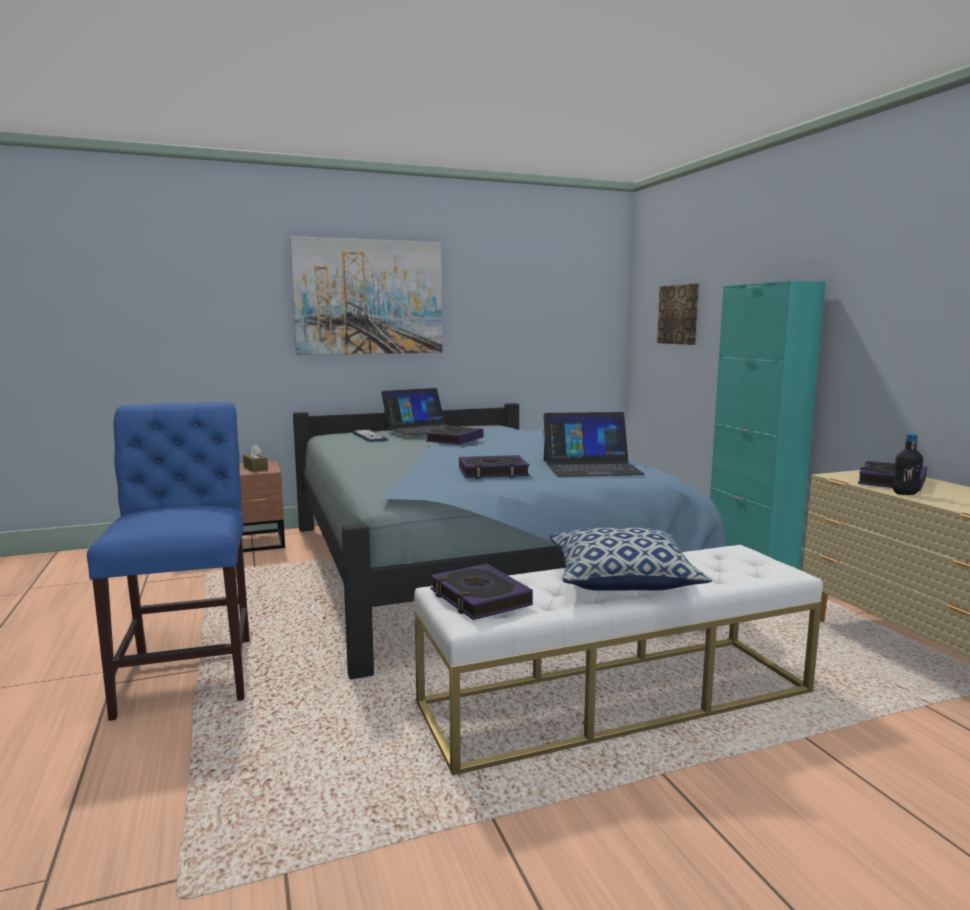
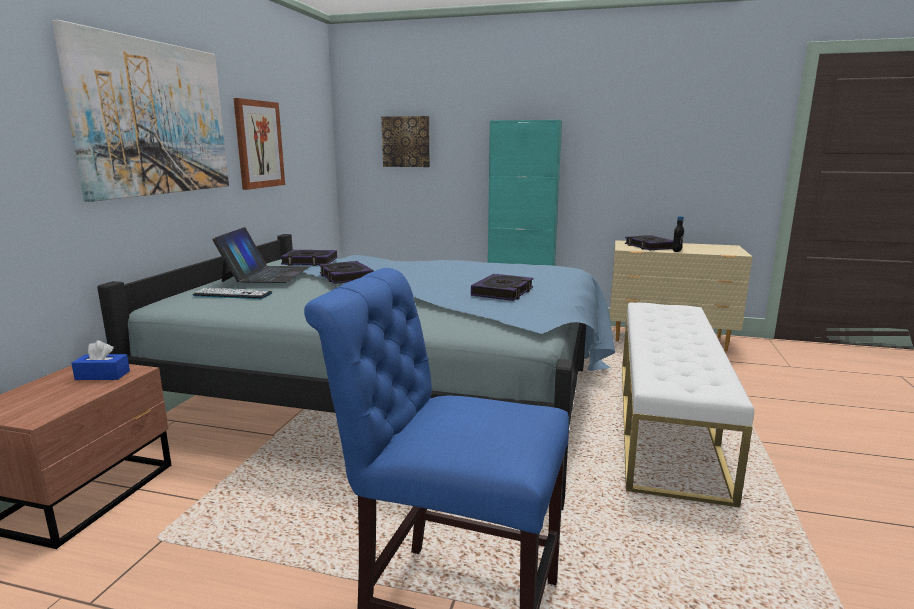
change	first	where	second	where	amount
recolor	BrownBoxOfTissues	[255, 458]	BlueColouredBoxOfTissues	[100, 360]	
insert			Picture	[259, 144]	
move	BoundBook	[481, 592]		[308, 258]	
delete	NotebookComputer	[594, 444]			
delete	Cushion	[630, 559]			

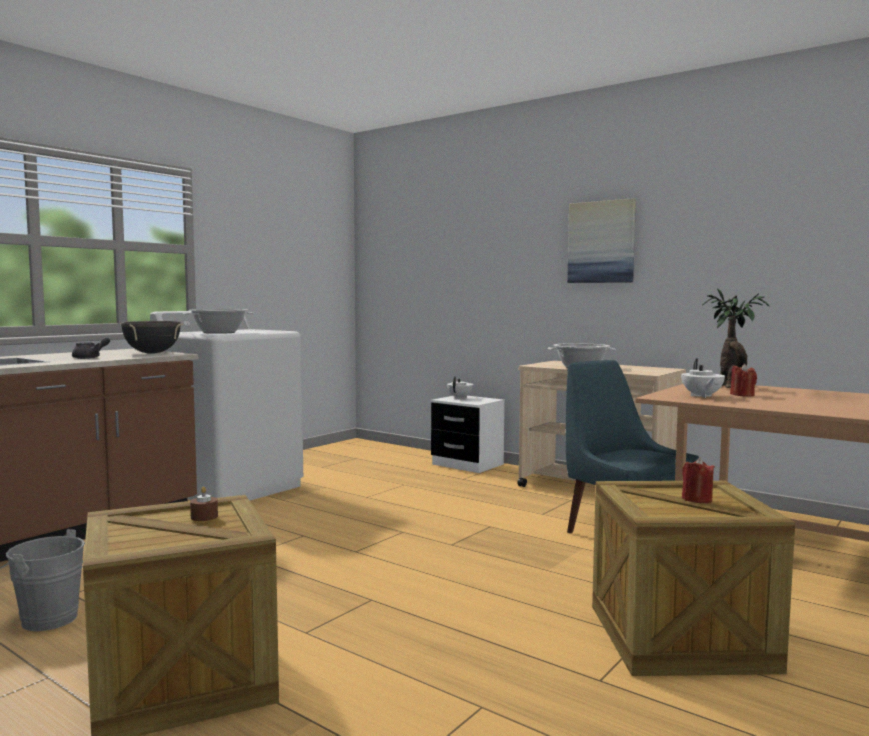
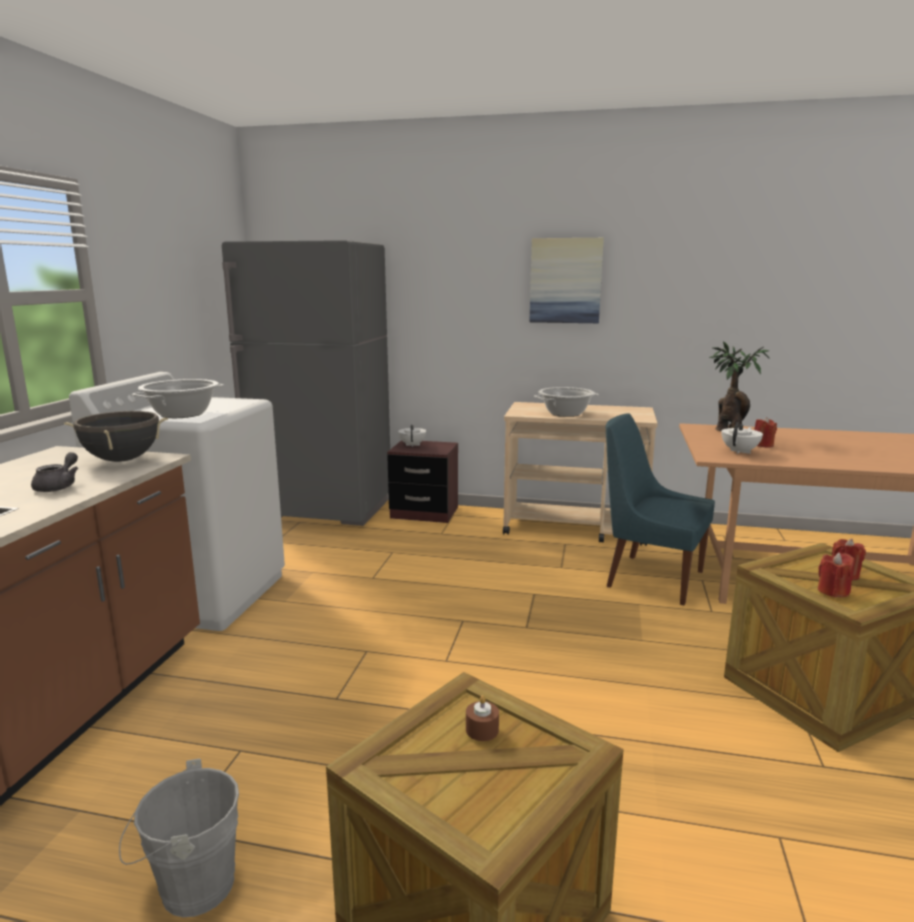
change	first	where	second	where	amount
insert			GrayFridge	[306, 383]	
recolor	WhiteColouredNightTable	[468, 434]	BrownNightTable	[422, 481]	
rotate	WhiteColouredTeaPot	[703, 378]		[742, 438]	120 degrees counterclockwise
insert			ReddishCandle	[836, 575]	

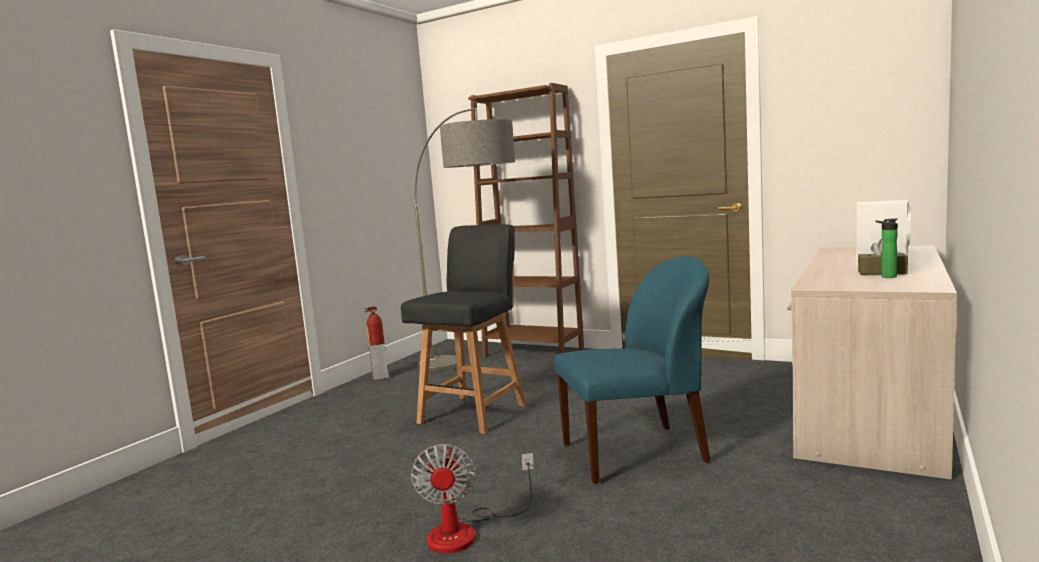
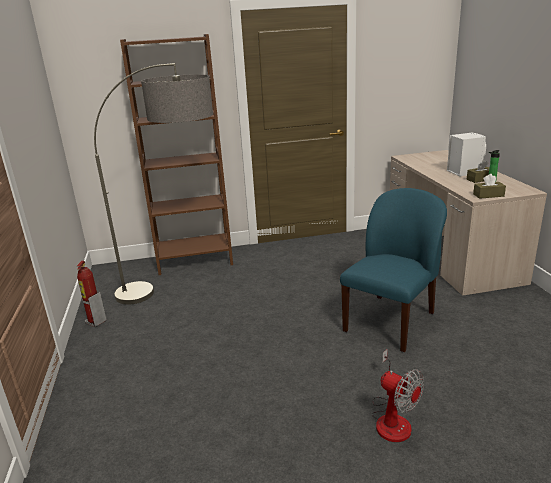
change	first	where	second	where	amount
insert			BrownBoxOfTissues	[489, 186]	
delete	BlackPlainChair	[463, 329]			

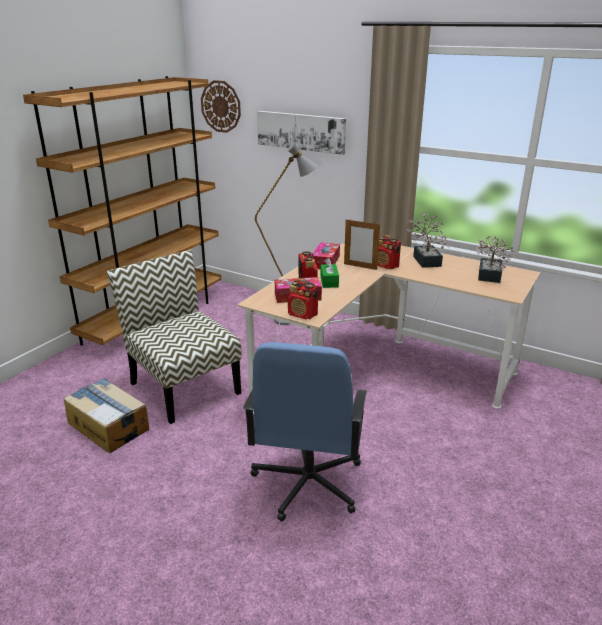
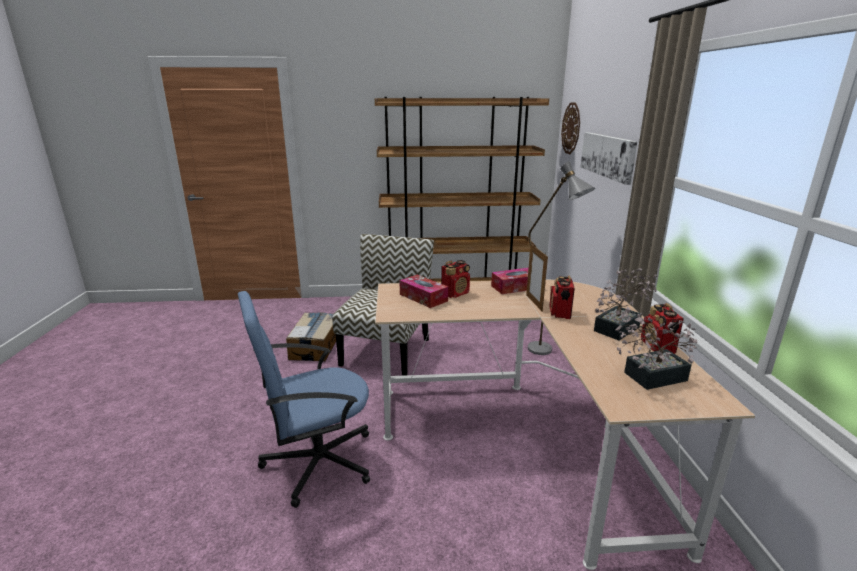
change	first	where	second	where	amount
move	RadioSet	[303, 299]		[662, 328]	
delete	GreenColouredBoxOfTissues	[329, 273]			

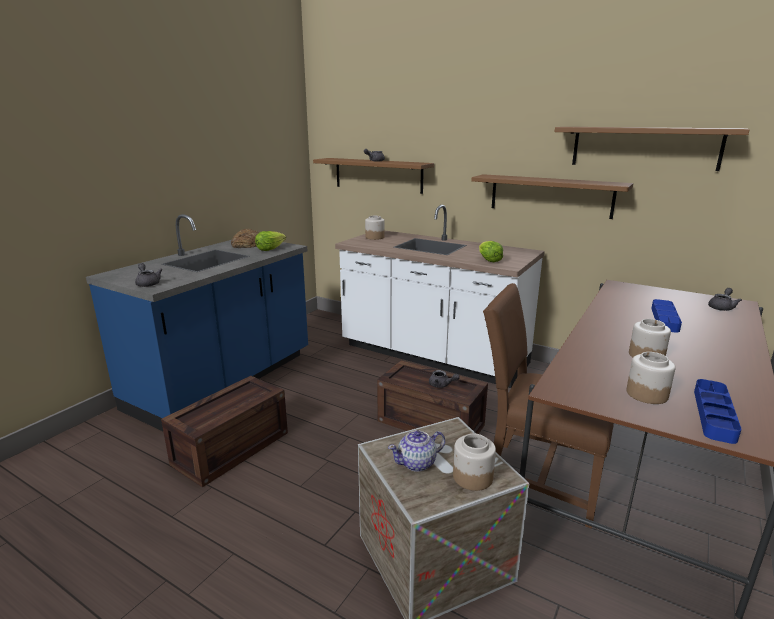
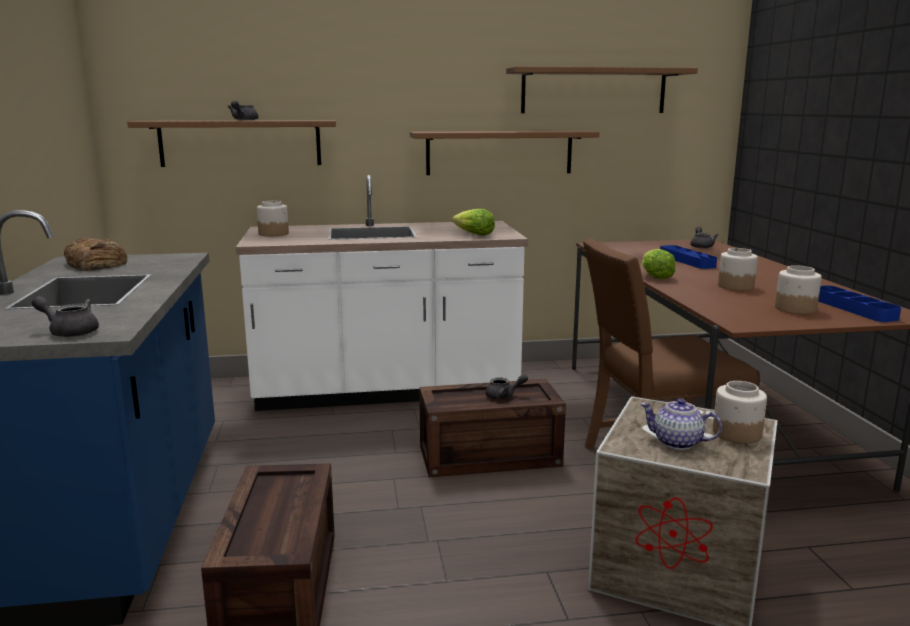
change	first	where	second	where	amount
rotate	TeaPot	[416, 451]		[681, 424]	90 degrees clockwise
move	Lettuce	[270, 241]		[658, 264]	

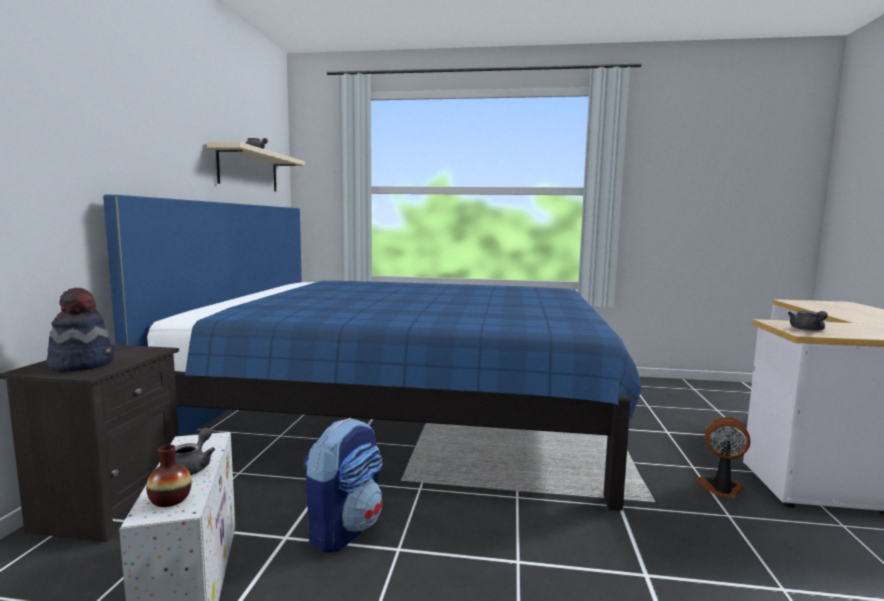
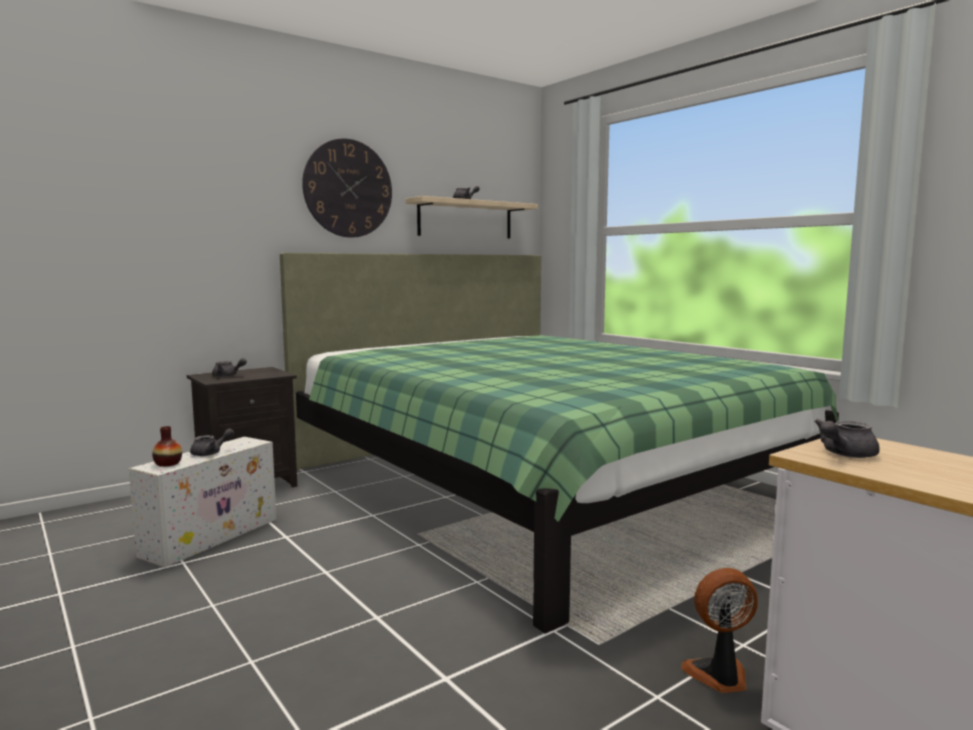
change	first	where	second	where	amount
replace	Hat	[80, 330]	GrayTeaPot	[229, 367]	
recolor	BlueColouredBed	[372, 353]	GreenColouredBed	[559, 443]	
insert			ClockOnTheWall	[347, 188]	
rotate	Fan	[724, 457]		[719, 630]	75 degrees counterclockwise
delete	Rucksack	[343, 485]			

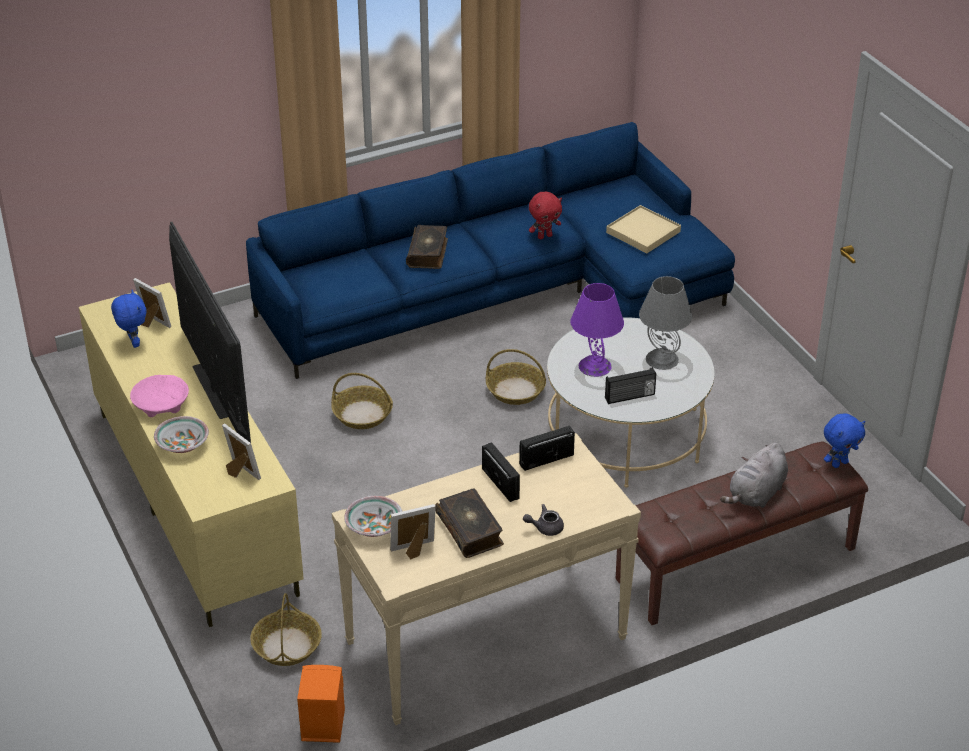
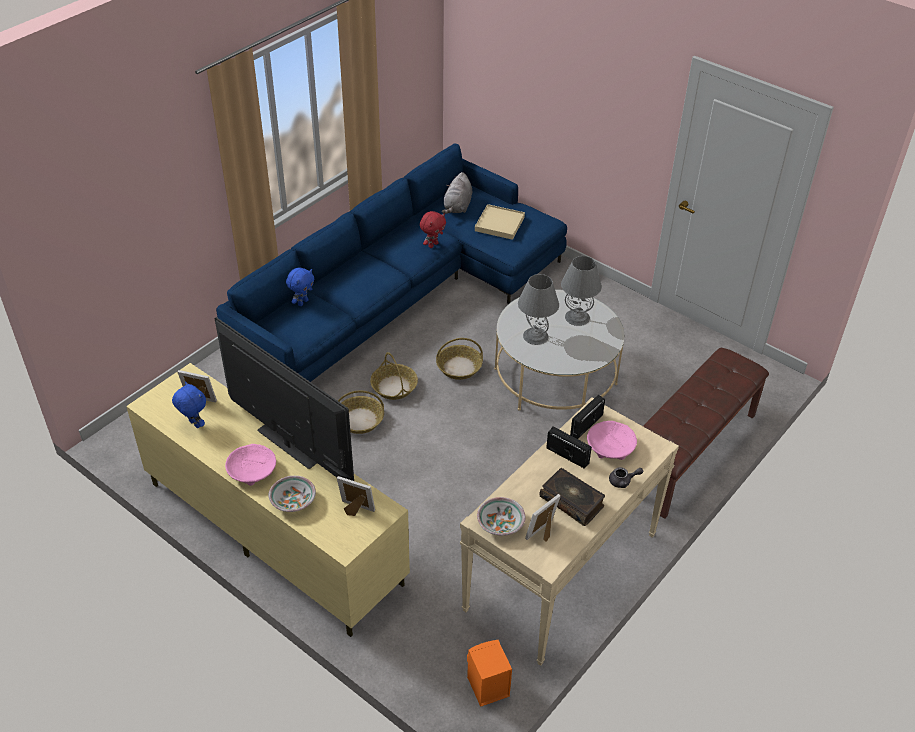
change	first	where	second	where	amount
move	BlueColouredSoftToy	[844, 440]		[300, 287]	
move	HouseholdBasket	[286, 629]		[394, 376]	
move	GraySoftToy	[754, 475]		[457, 193]	
recolor	PurplishTableLamp	[597, 330]	GrayTableLamp	[538, 309]	
insert			PinkDeepDish	[612, 440]	
rotate	GrayTeaPot	[543, 520]		[626, 477]	150 degrees counterclockwise
delete	BoundBook	[427, 247]			
delete	RadioSet	[630, 385]			

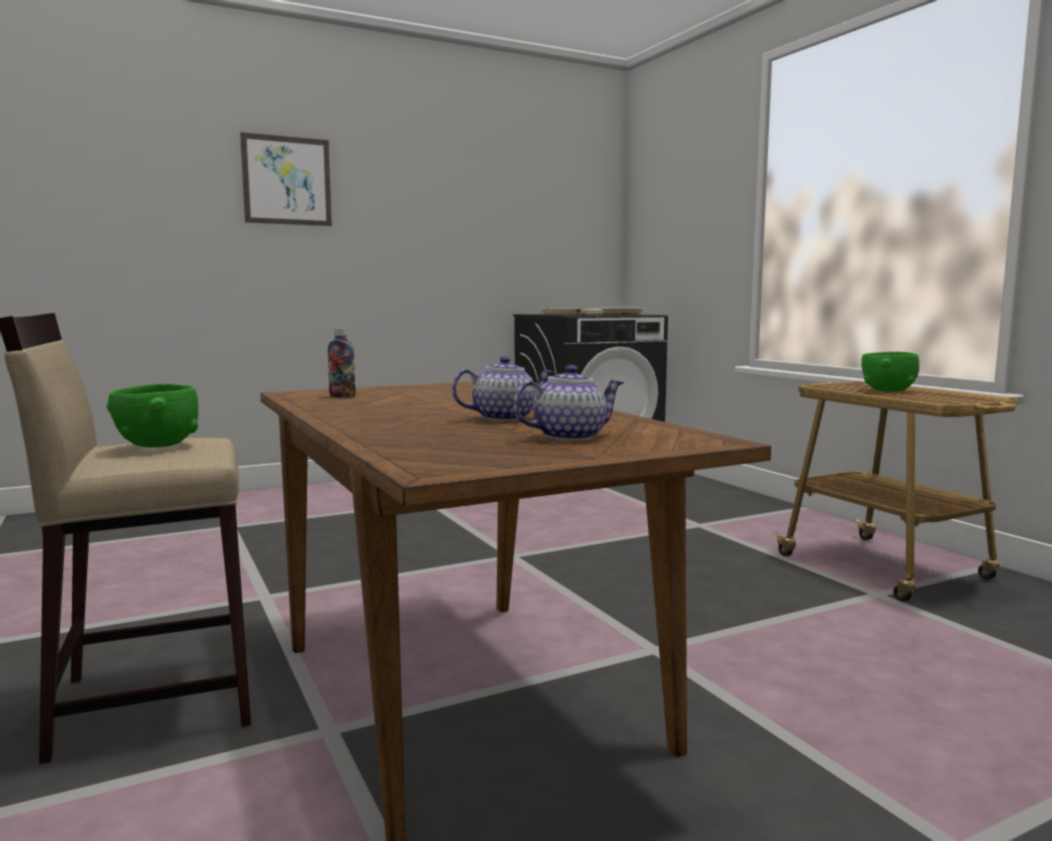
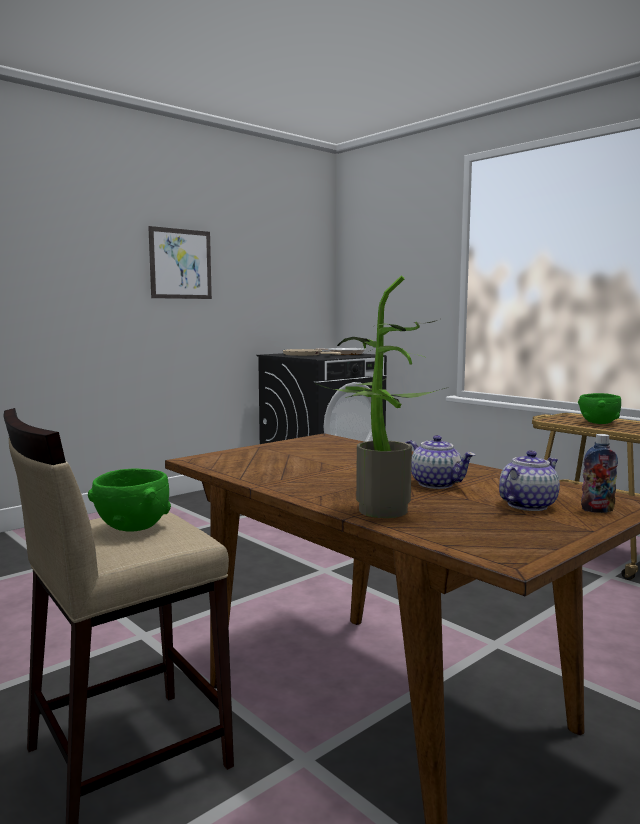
change	first	where	second	where	amount
move	Picture	[286, 179]		[180, 262]	
insert			Houseplant	[383, 396]	
rotate	TeaPot	[503, 388]		[440, 462]	75 degrees clockwise
move	Bottle	[341, 362]		[599, 473]	

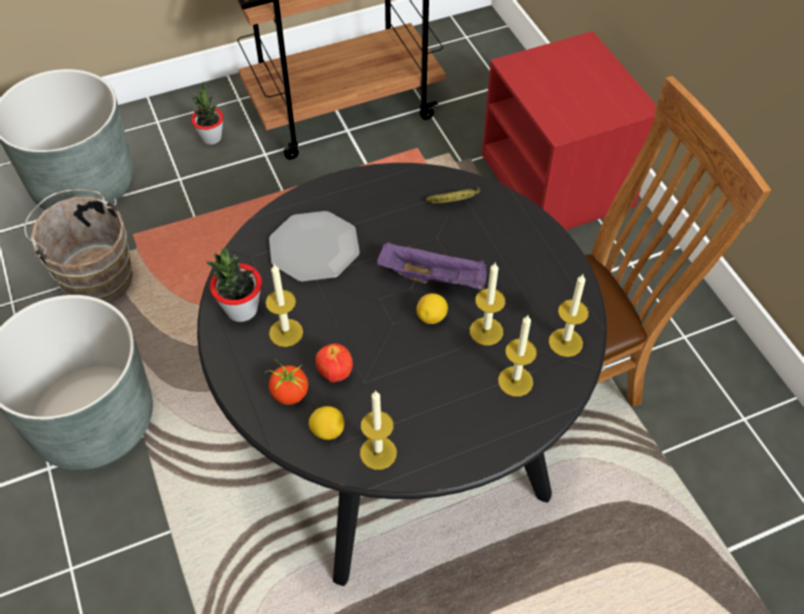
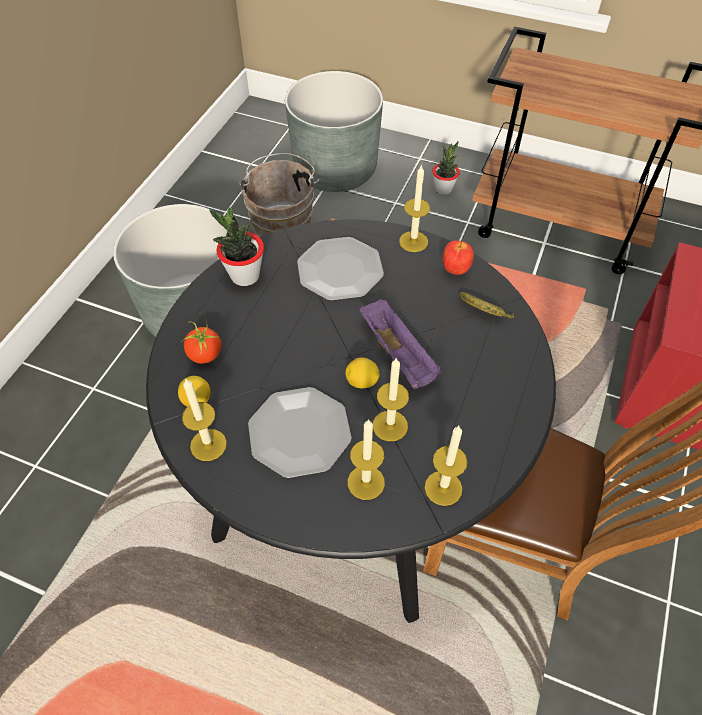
change	first	where	second	where	amount
insert			FlatDish	[300, 432]	
move	Candle	[284, 305]		[414, 208]	
move	AppleFruit	[334, 362]		[458, 257]	

